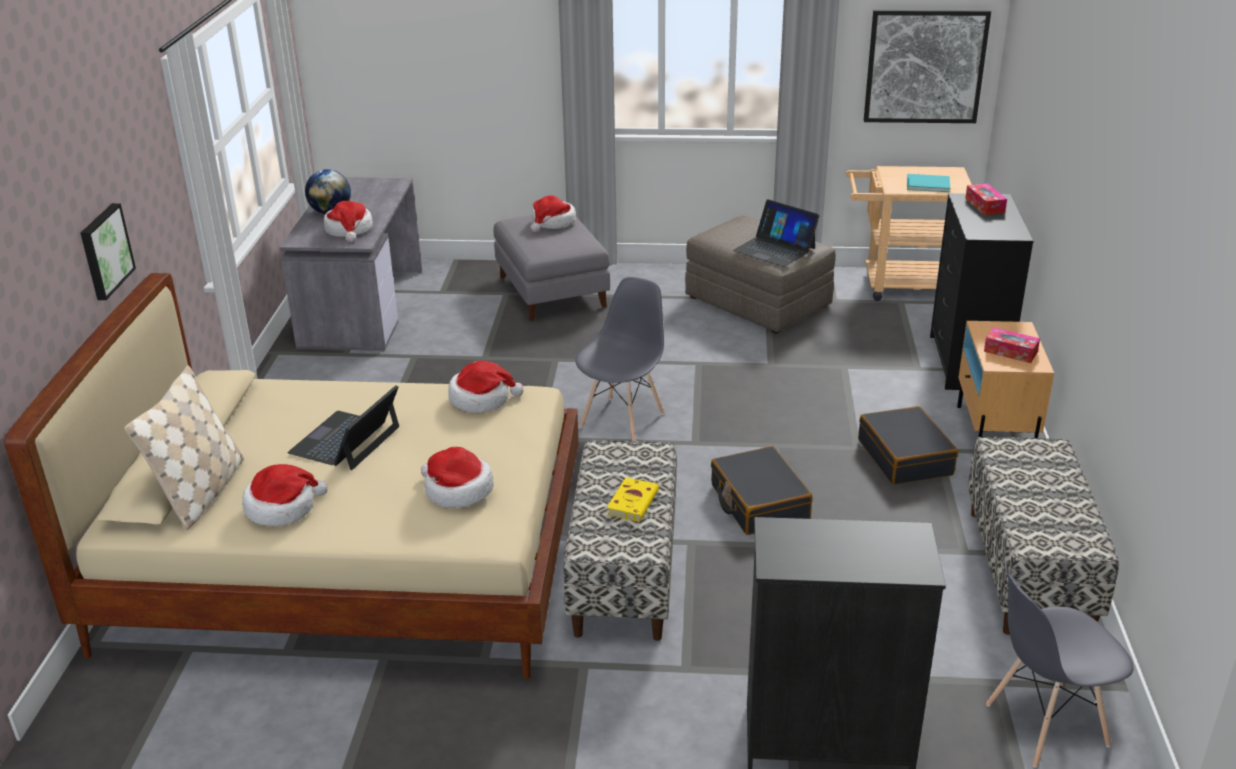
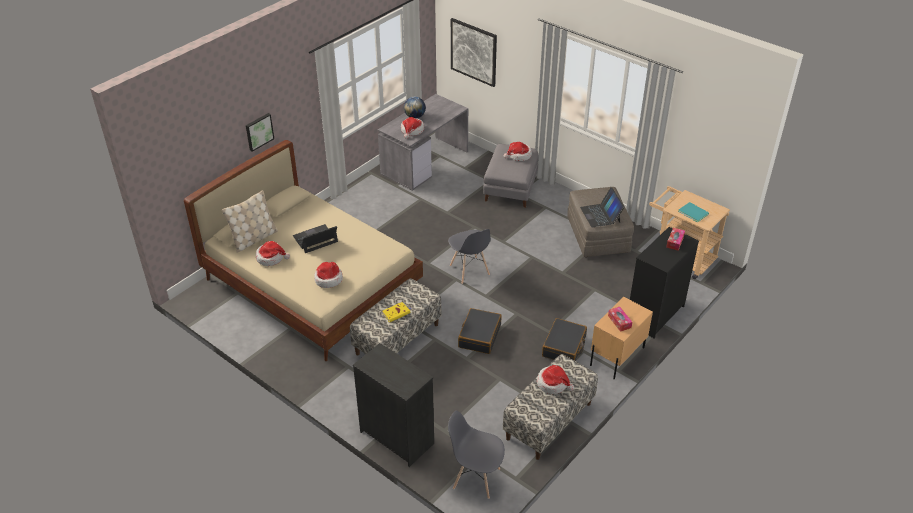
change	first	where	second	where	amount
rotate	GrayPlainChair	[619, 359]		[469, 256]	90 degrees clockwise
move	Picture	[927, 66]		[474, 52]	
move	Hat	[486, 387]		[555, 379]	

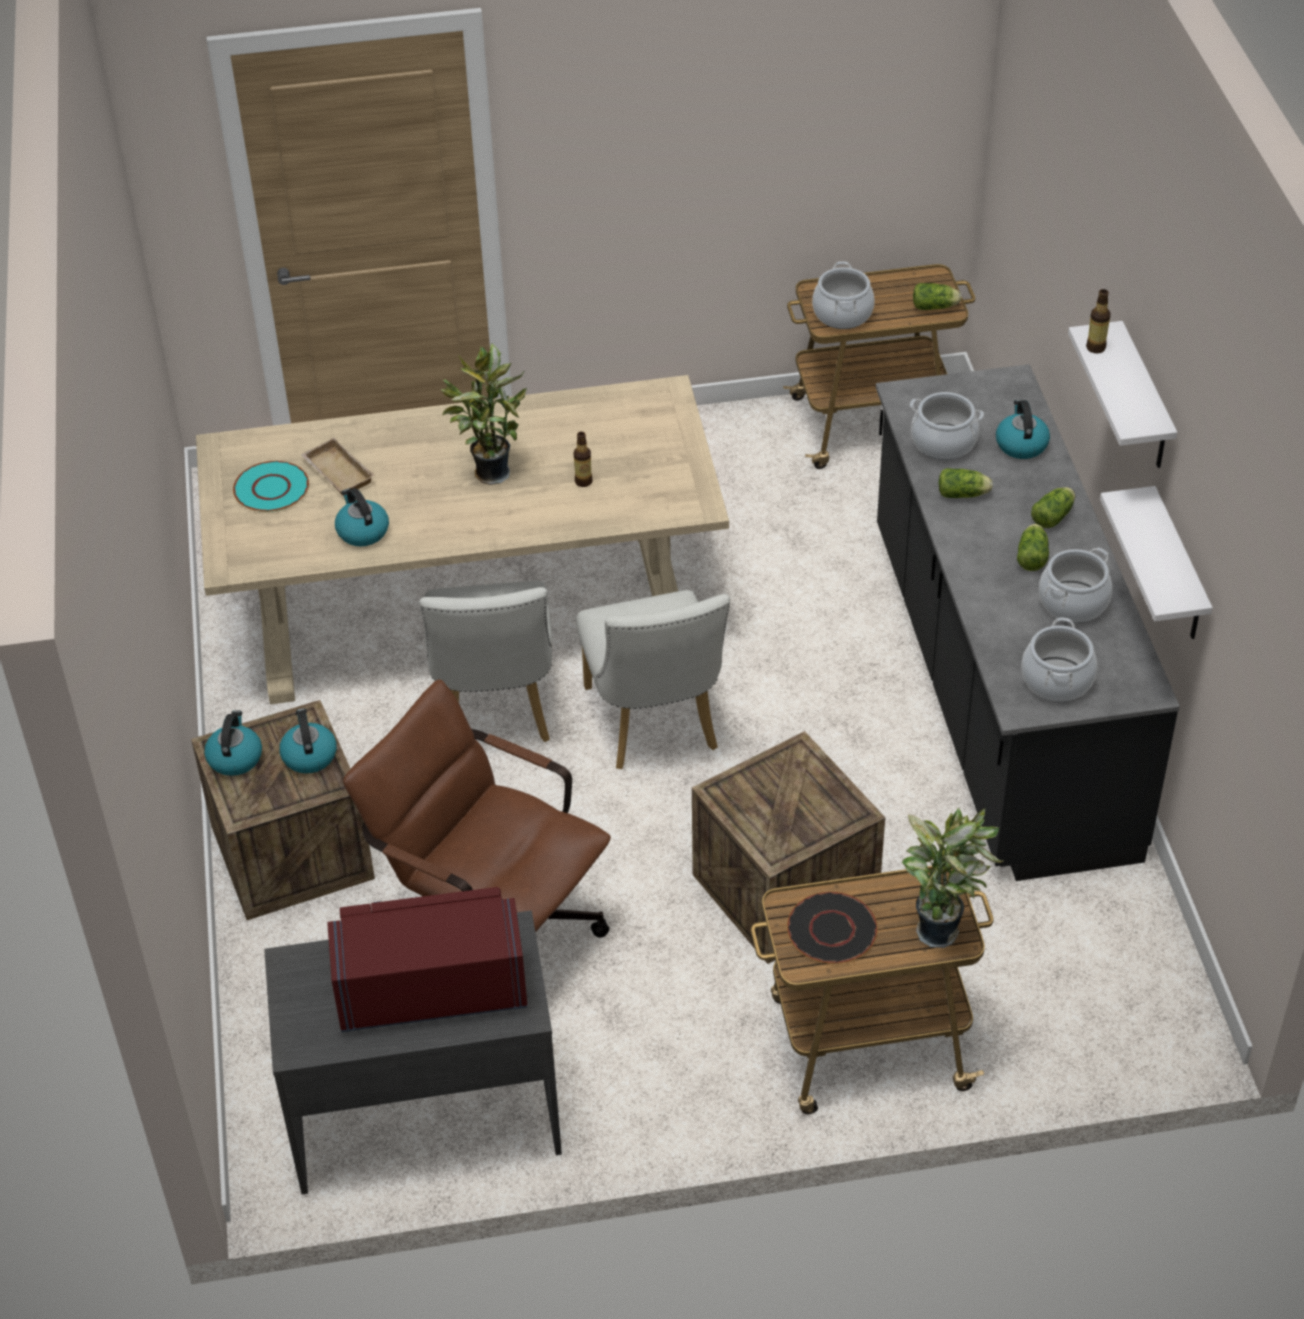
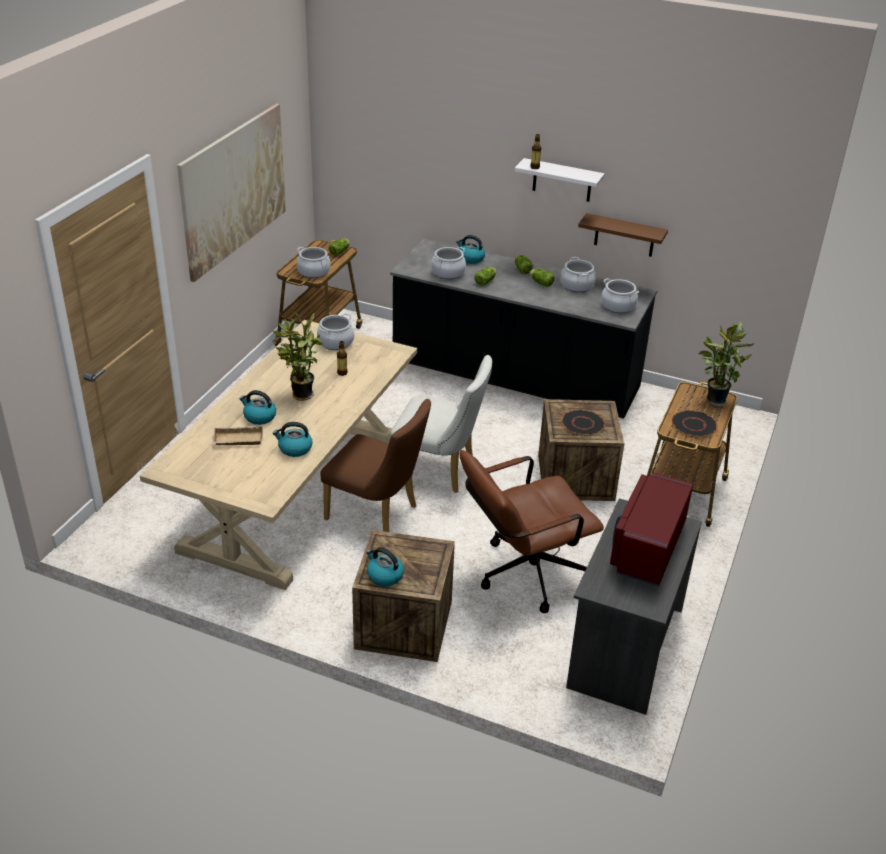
change	first	where	second	where	amount
insert			Picture	[231, 193]	
move	WaterKettle	[308, 741]		[257, 407]	
insert			Stockpot	[335, 331]	
recolor	WhiteColouredPlainChair	[485, 661]	BrownPlainChair	[375, 465]	
insert			BlackFlatDish	[583, 422]	
recolor	WhiteColouredBracketShelf	[1156, 562]	BrownBracketShelf	[623, 235]	
delete	TurquoiseFlatDish	[271, 486]			

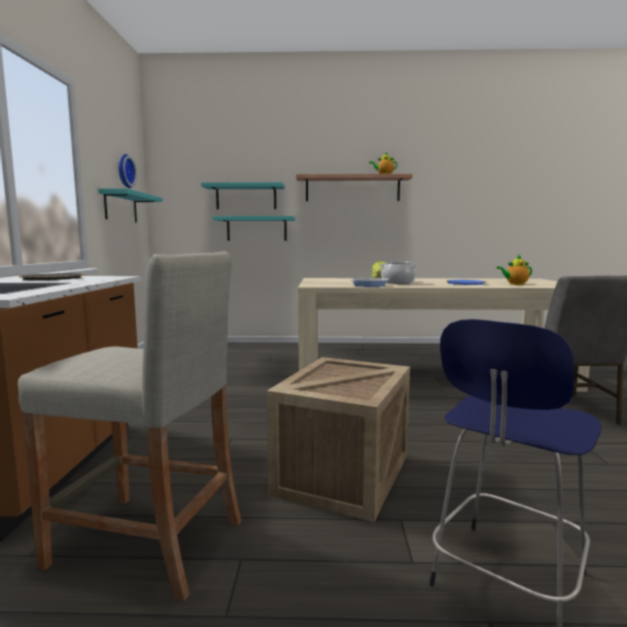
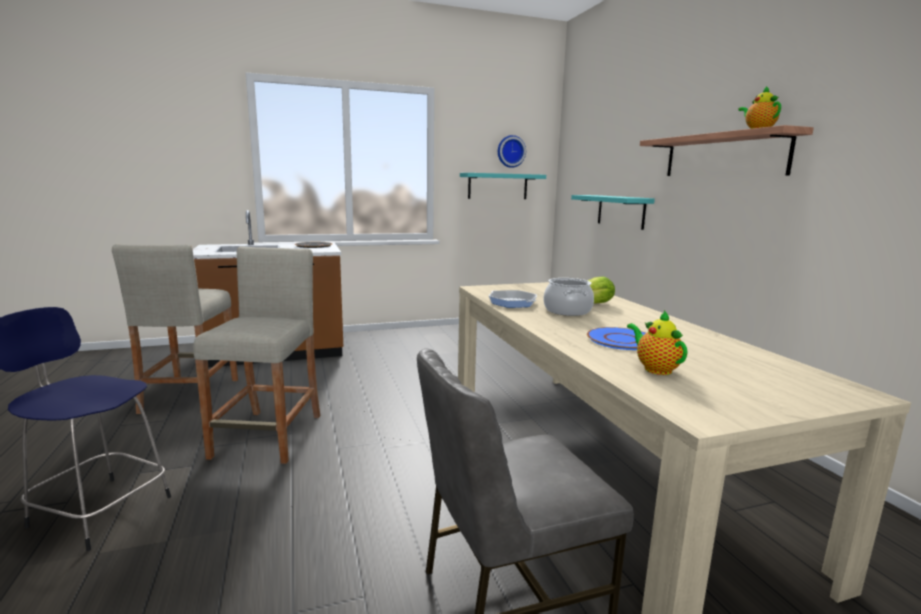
change	first	where	second	where	amount
replace	ShippingCrate	[338, 439]	BeigeColouredStool	[256, 355]	
delete	TurquoiseBracketShelf	[243, 195]			

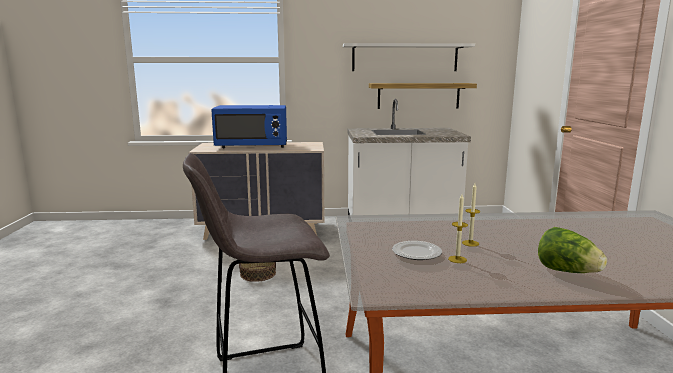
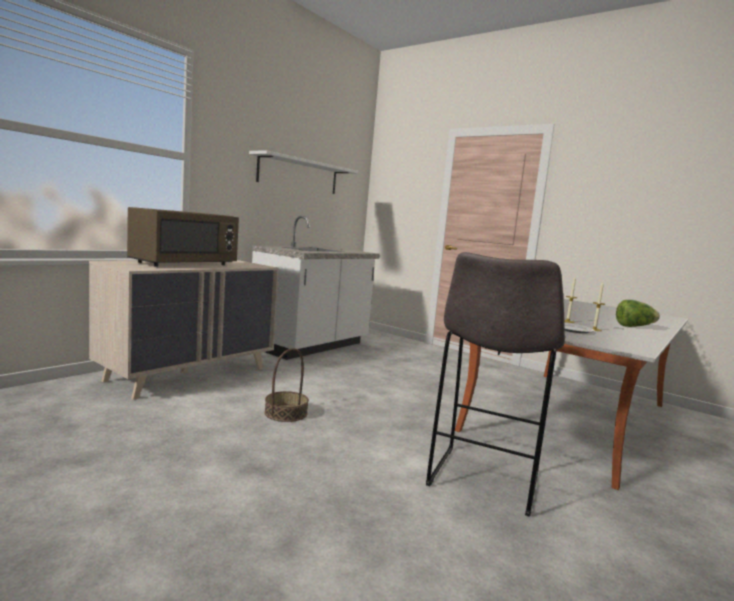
change	first	where	second	where	amount
recolor	BlueColouredMicrowave	[249, 126]	BrownMicrowave	[183, 237]	
delete	BracketShelf	[423, 96]			

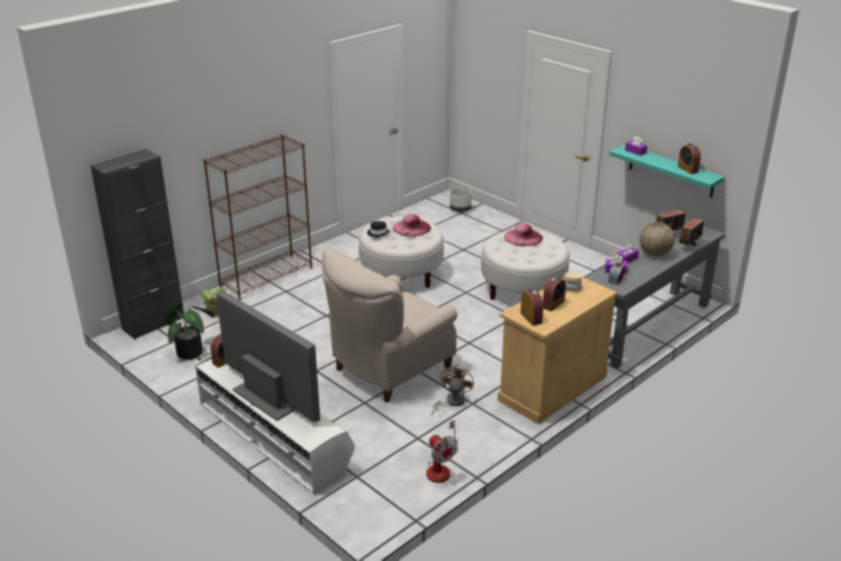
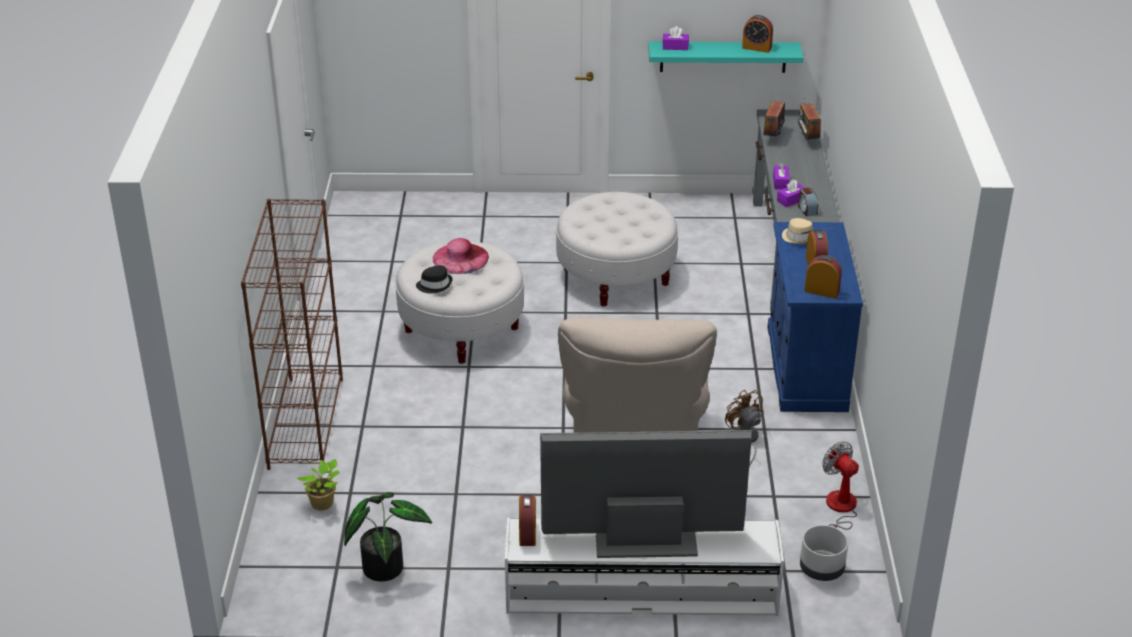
change	first	where	second	where	amount
recolor	BeigeColouredStorageCabinet	[557, 350]	BlueColouredStorageCabinet	[815, 317]	
move	GrayPlantPot	[461, 200]		[824, 553]	
rotate	Fan	[442, 451]		[840, 485]	135 degrees counterclockwise
delete	BlackStorageCabinet	[137, 244]			
delete	PinkHat	[523, 234]			
delete	Globe	[657, 239]			

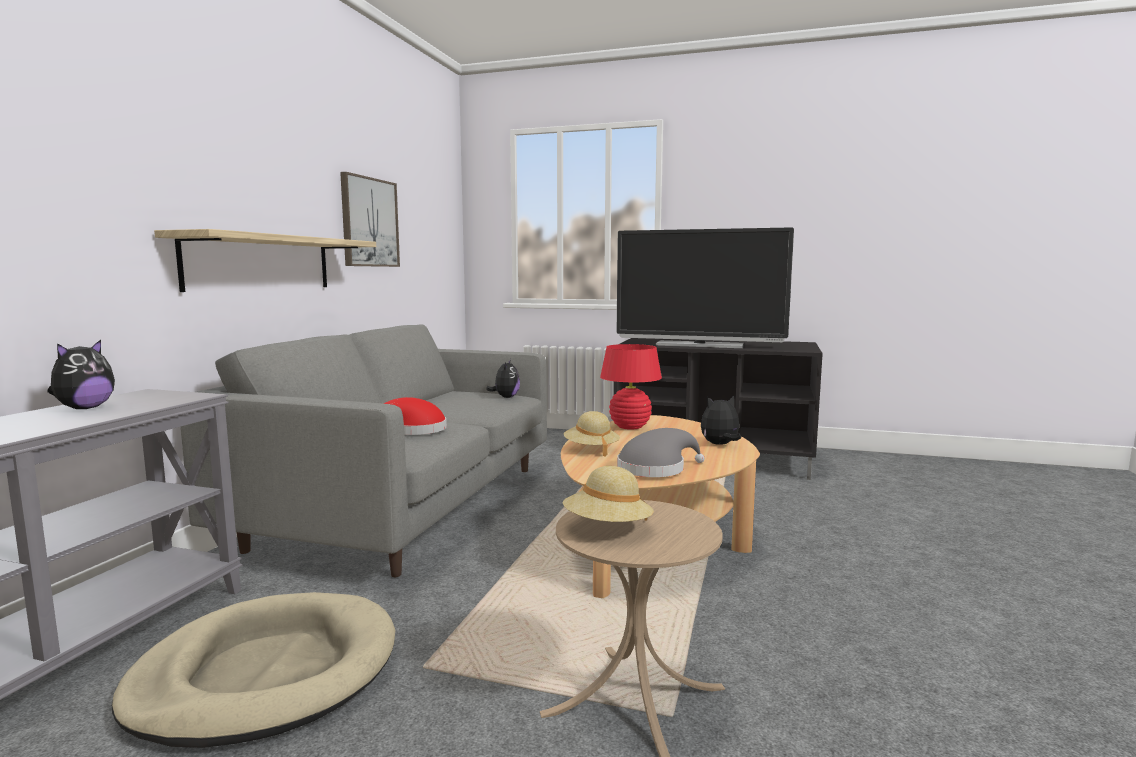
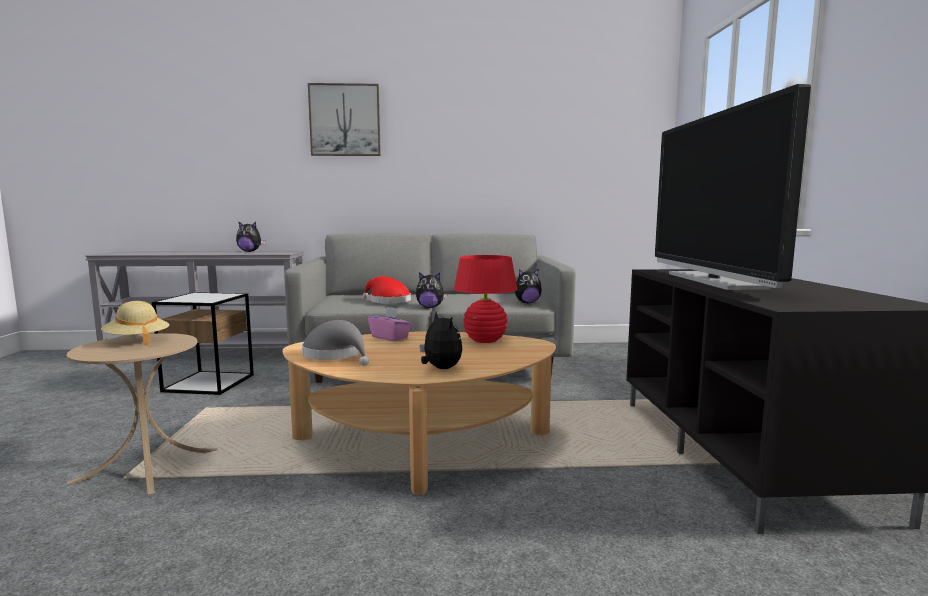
change	first	where	second	where	amount
replace	BeigeColouredPetBed	[253, 670]	SideTable	[203, 343]	
move	Picture	[370, 219]		[344, 119]	
replace	BeigeColouredHat	[592, 434]	PinkBoxOfTissues	[389, 323]	
insert			SoftToy	[431, 290]	
delete	BracketShelf	[265, 260]			

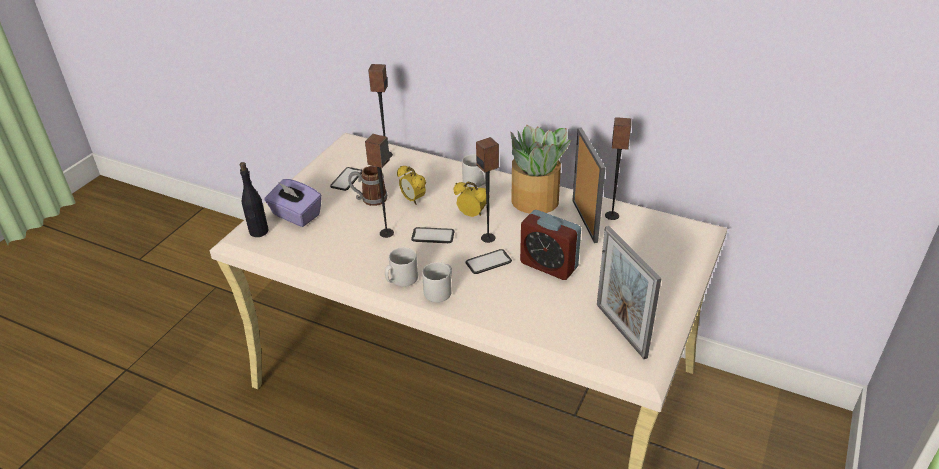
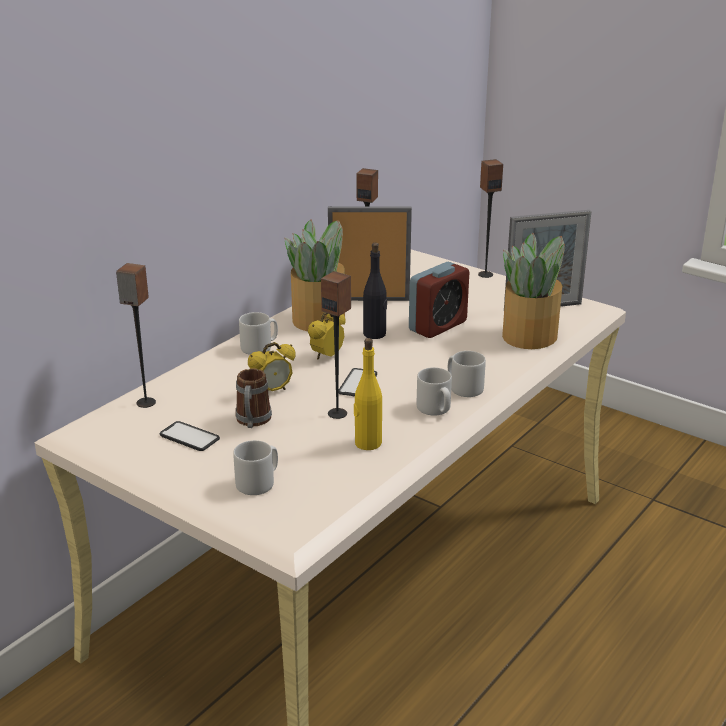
change	first	where	second	where	amount
replace	PurplishBoxOfTissues	[293, 203]	GrayTeaMug	[255, 467]	
insert			YellowColouredBottle	[368, 394]	
move	BlackBottle	[254, 199]		[375, 291]	
move	AudioSpeaker	[487, 190]		[490, 218]	
insert			Houseplant	[533, 291]	
delete	Handset	[488, 261]			

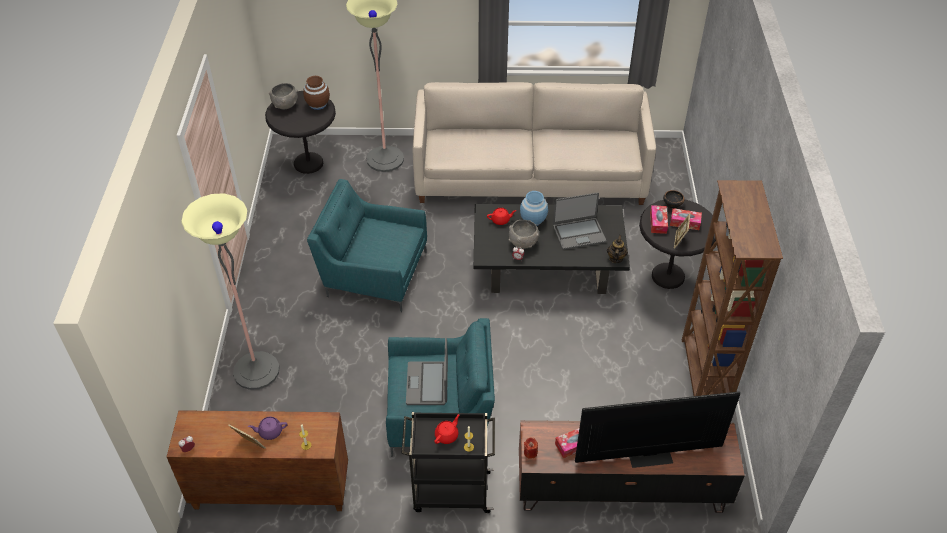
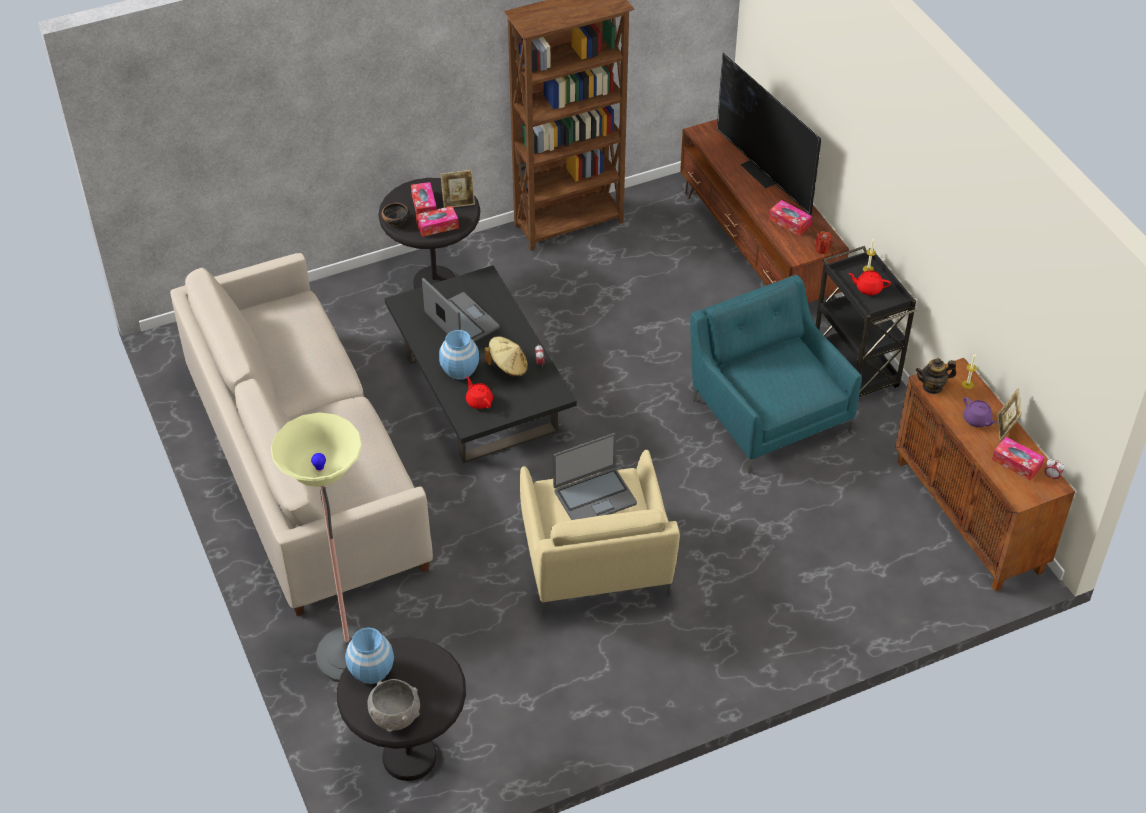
change	first	where	second	where	amount
recolor	BrownVase	[316, 93]	BlueColouredVase	[369, 655]	
replace	GrayDeepDish	[524, 234]	BeigeColouredHat	[506, 356]	
recolor	TurquoiseLoungeChair	[367, 245]	BeigeColouredLoungeChair	[600, 533]	
move	NotebookComputer	[427, 371]		[595, 476]	
move	TeaPot	[617, 249]		[936, 376]	
insert			BoxOfTissues	[1018, 459]	
delete	StandingLamp	[230, 291]			

